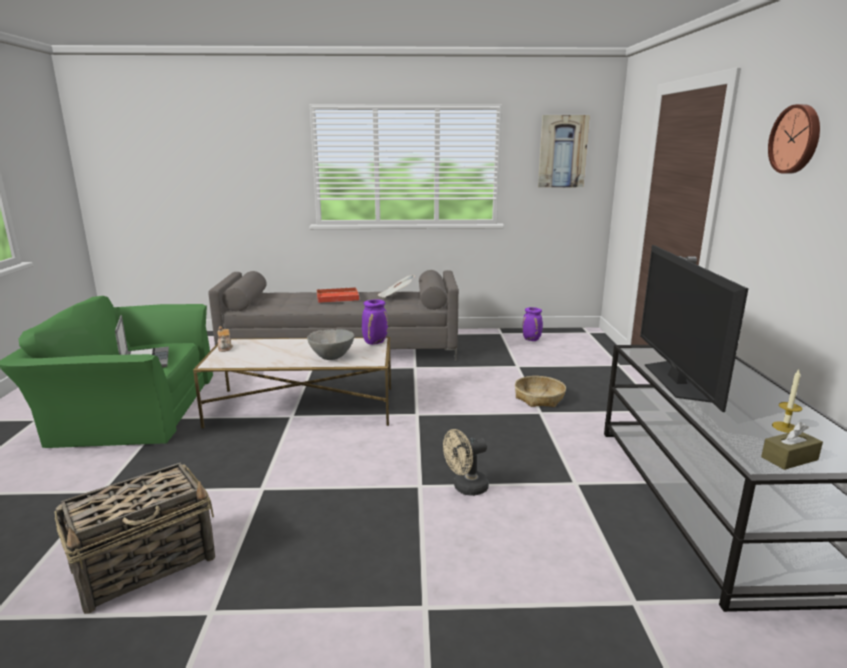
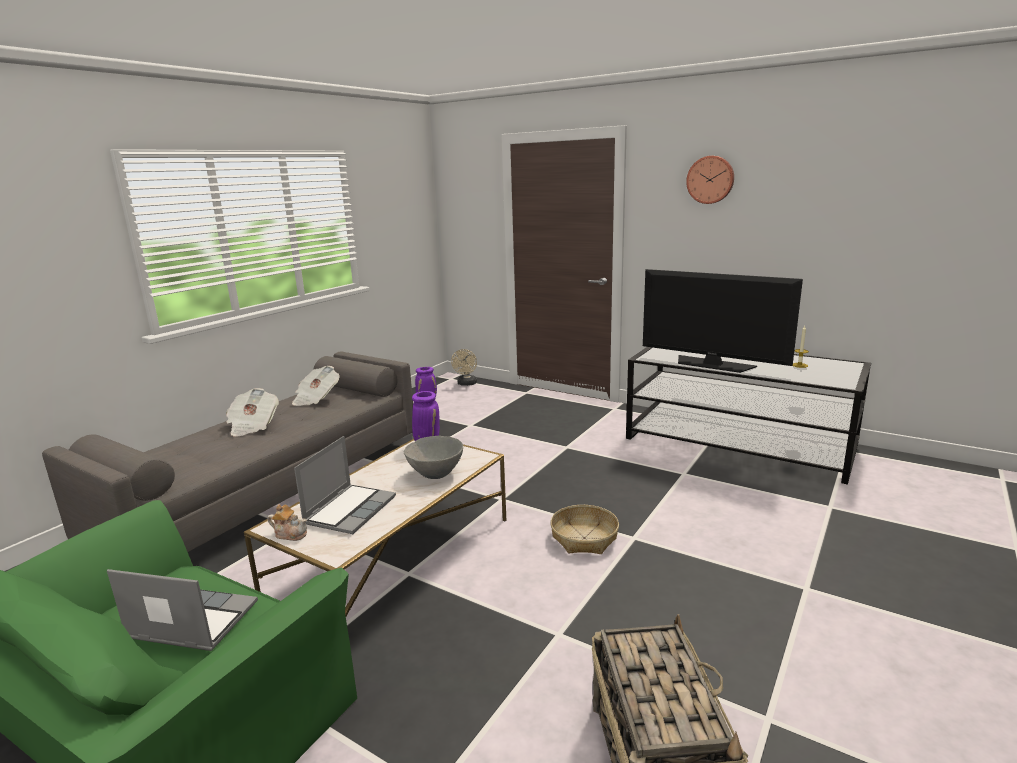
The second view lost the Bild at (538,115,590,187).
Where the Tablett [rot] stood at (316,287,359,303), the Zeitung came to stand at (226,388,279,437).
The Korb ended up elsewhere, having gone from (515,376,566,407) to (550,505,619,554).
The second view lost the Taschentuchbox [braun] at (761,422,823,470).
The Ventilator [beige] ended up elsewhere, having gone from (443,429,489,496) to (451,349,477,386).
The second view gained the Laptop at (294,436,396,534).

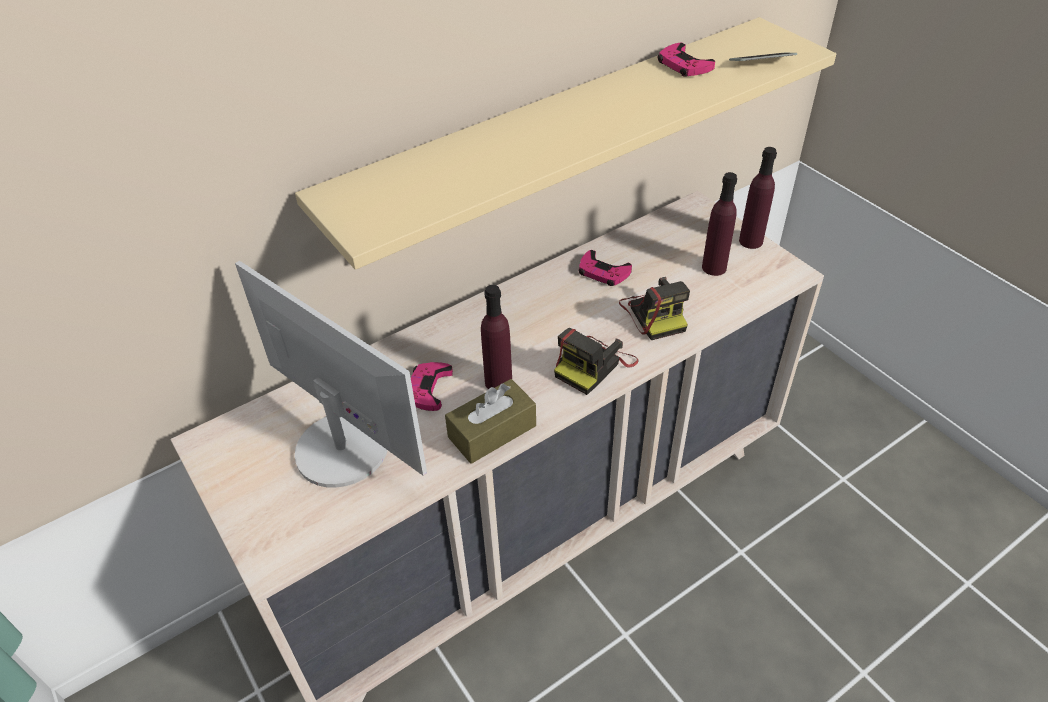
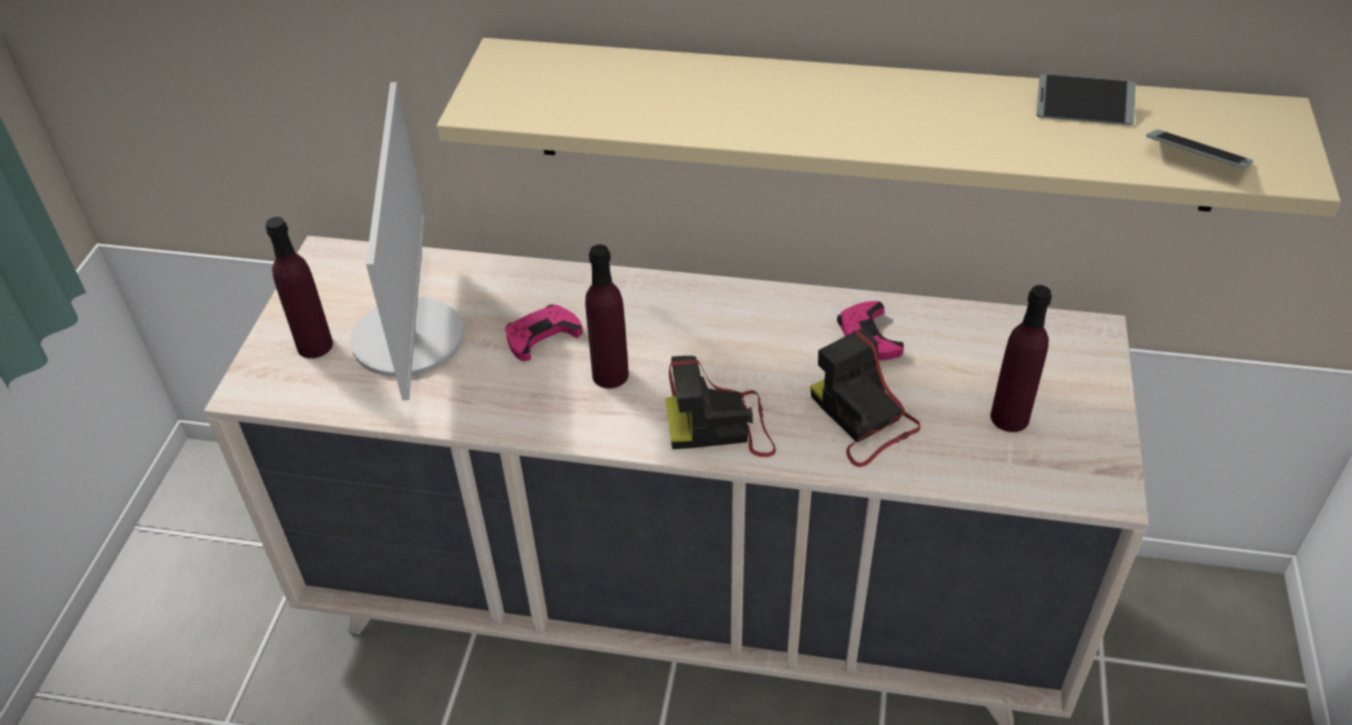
Where the Gamepad [rosa] stood at (658,43,715,77), the Handy came to stand at (1036,74,1136,125).
The Flasche [lila] ended up elsewhere, having gone from (739,147,777,249) to (266,217,333,358).
The Kamera at (619,277,690,340) ended up facing another way, 120 degrees clockwise from before.
The second view lost the Taschentuchbox [braun] at (445,379,536,464).

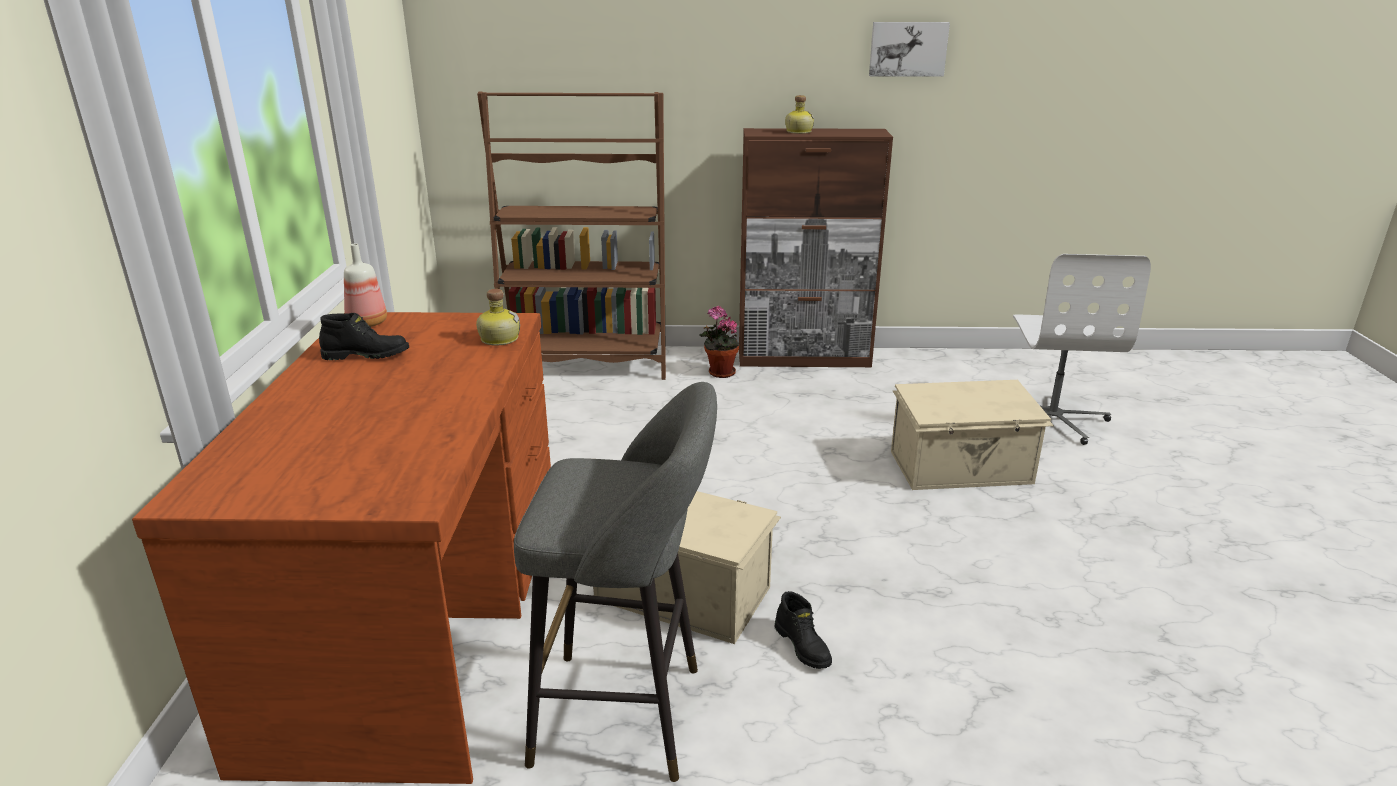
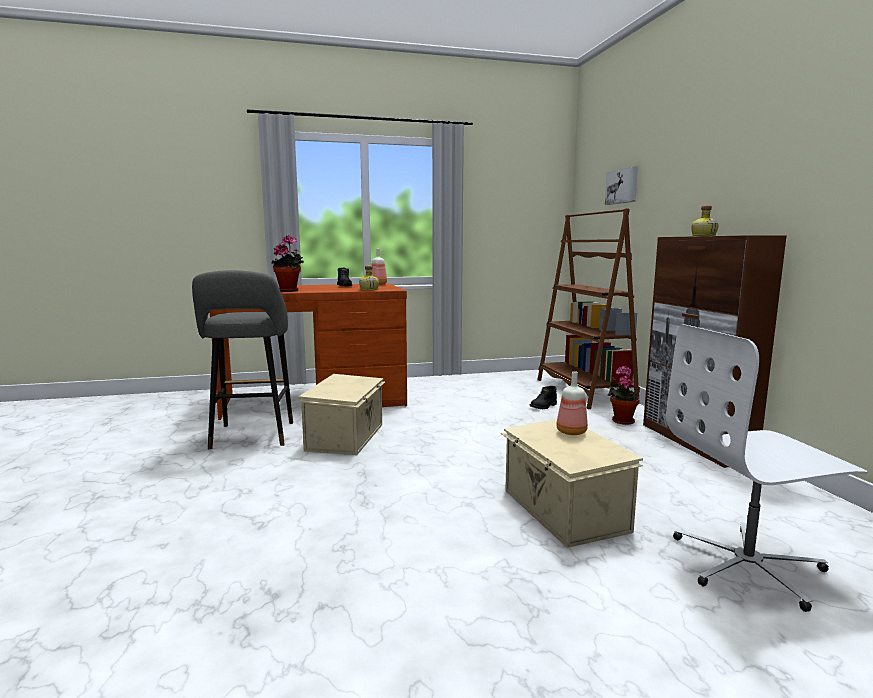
The Bild ended up elsewhere, having gone from (869,22,950,77) to (605,167,638,205).
The Stiefel [schwarz] ended up elsewhere, having gone from (774,591,832,669) to (529,386,557,409).
The second view gained the Topfpflanze at (271,235,304,292).
The second view gained the Flasche at (556,371,588,435).

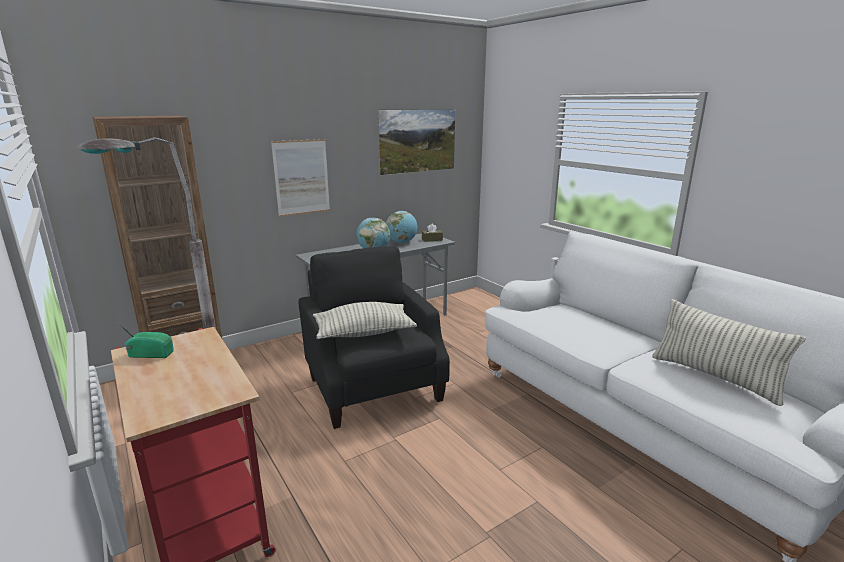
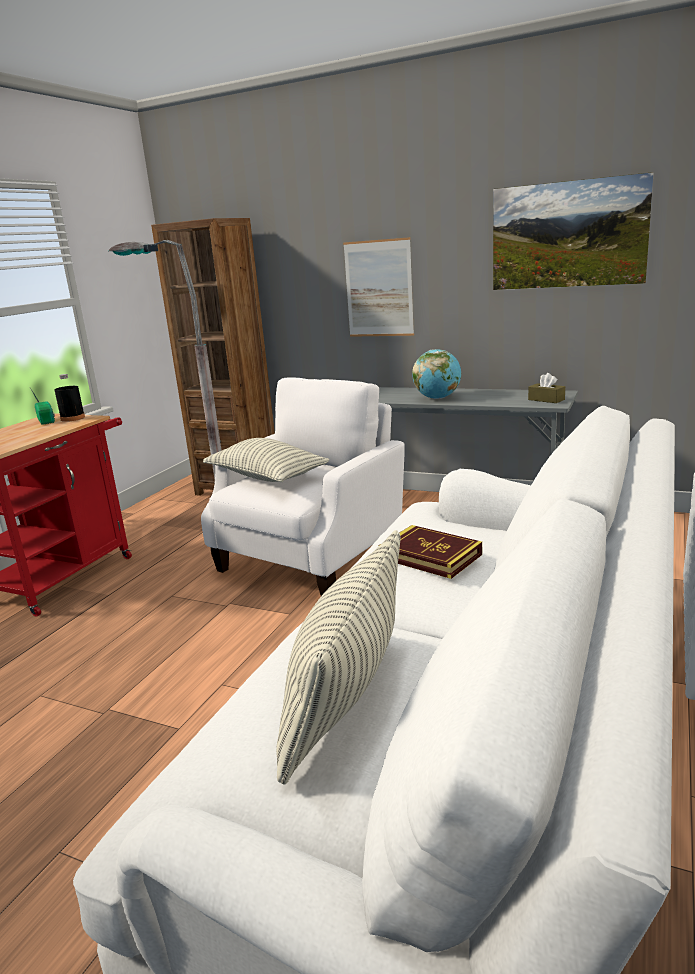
The second view lost the Globus at (386,211,417,243).
What was the Sessel [schwarz] at (298,246,450,429) turned into the Sessel [weiß] at (201,378,405,596).
The second view gained the Flasche [schwarz] at (54,374,85,422).
The second view gained the Buch at (379,525,482,579).

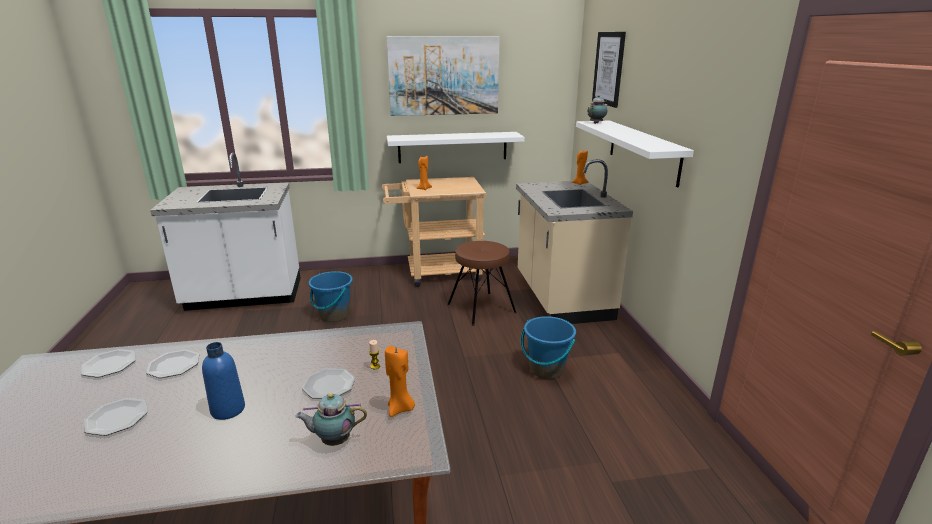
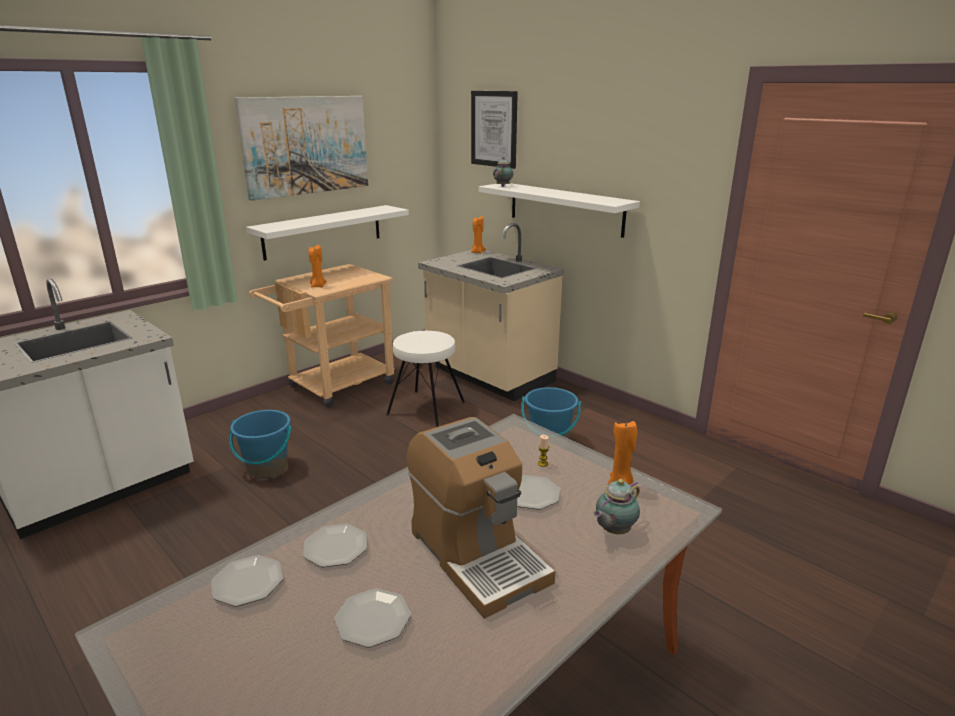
What was the Hocker [braun] at (448,241,517,326) turned into the Hocker [weiß] at (386,331,465,427).
Where the Flasche [blau] stood at (202,342,245,420), the Kaffeemaschine came to stand at (407,417,555,619).

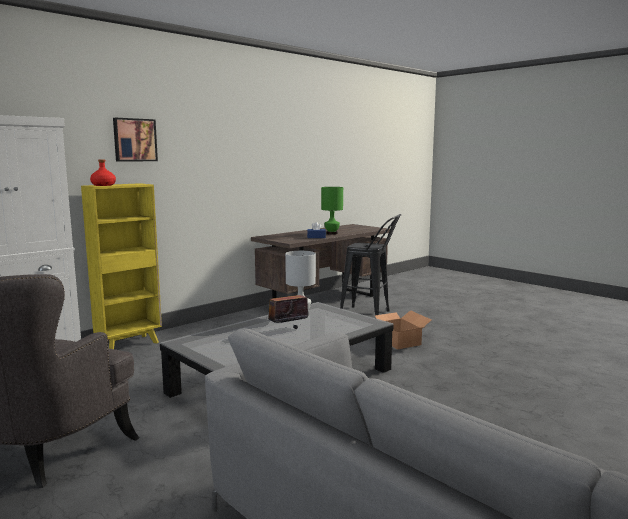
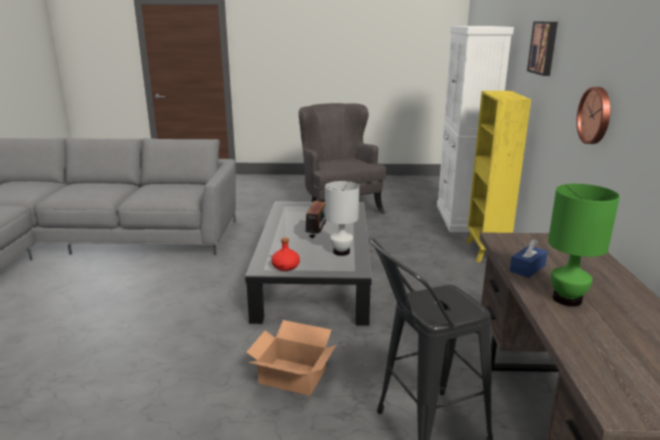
The Flasche [rot] ended up elsewhere, having gone from (90,159,116,186) to (271,238,300,271).
The second view gained the Wanduhr at (577,87,610,144).

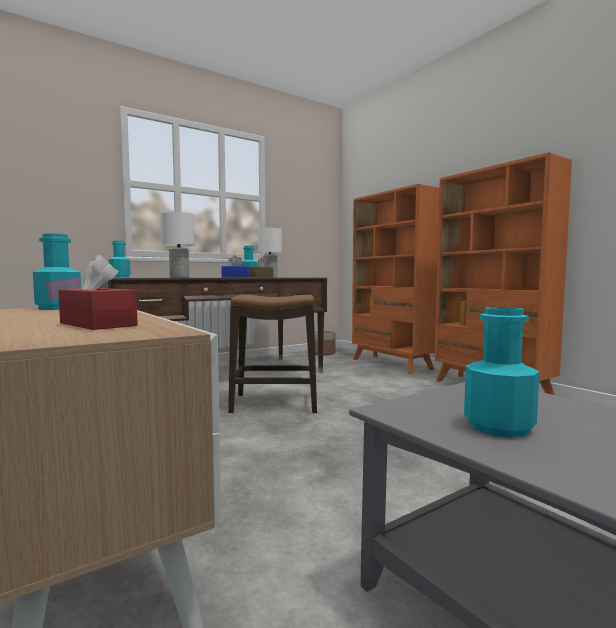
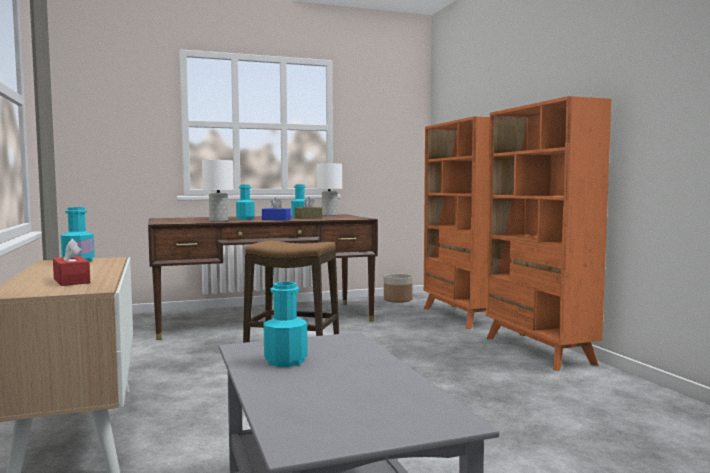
The Flasche [türkis] ended up elsewhere, having gone from (109,241,131,278) to (236,185,255,219).

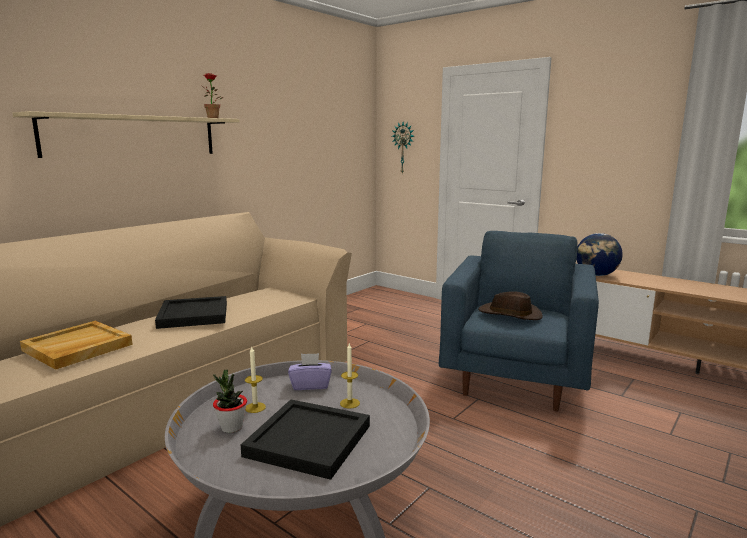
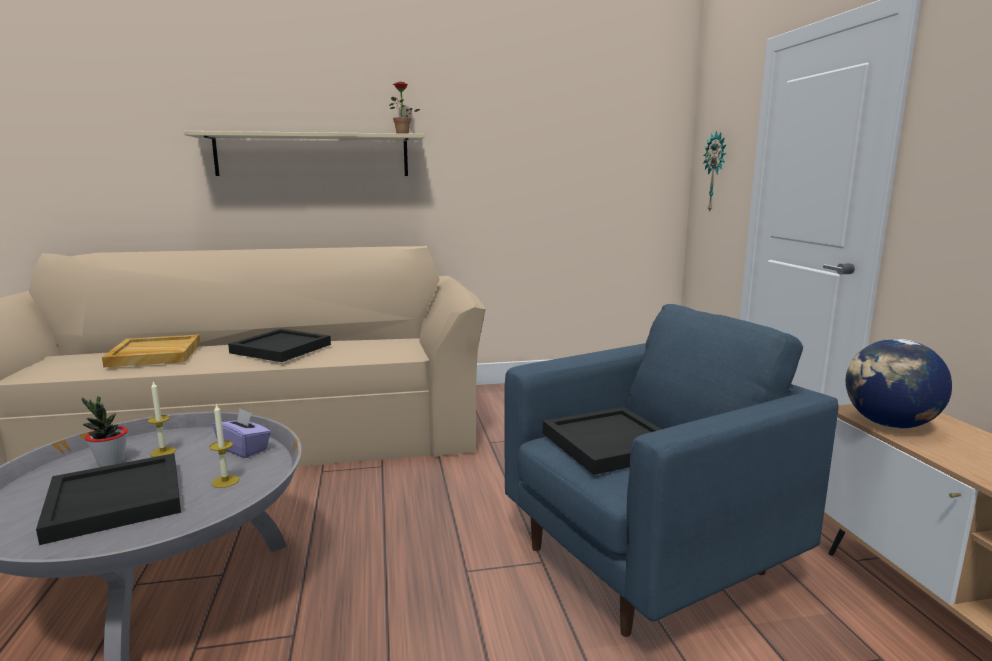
Where the Hut [braun] stood at (478,291,543,320), the Tablett [schwarz] came to stand at (543,407,662,475).

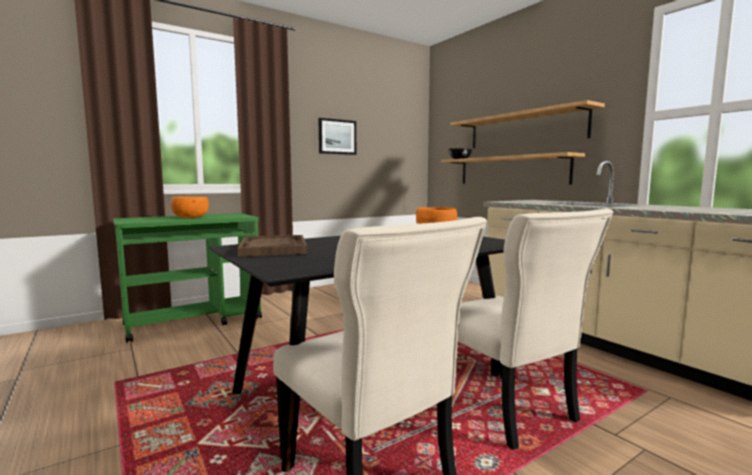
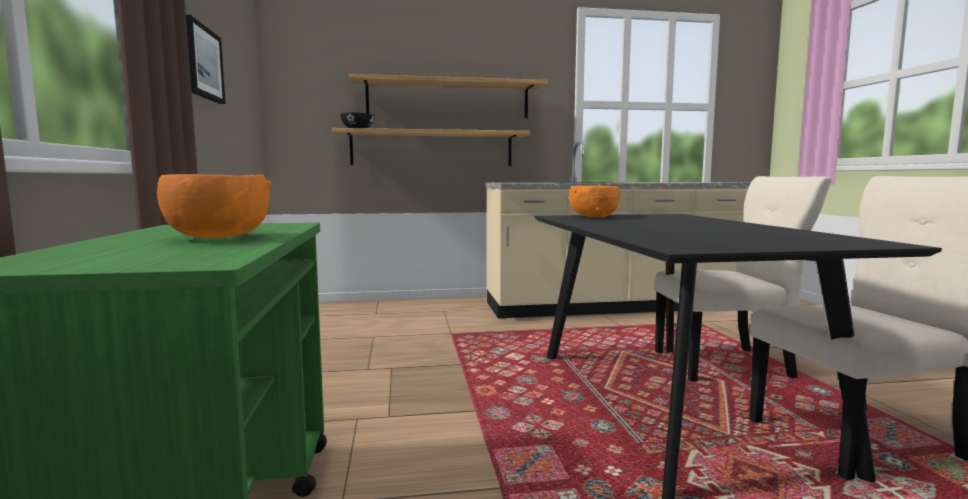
The second view lost the Tablett [braun] at (238,235,308,257).

